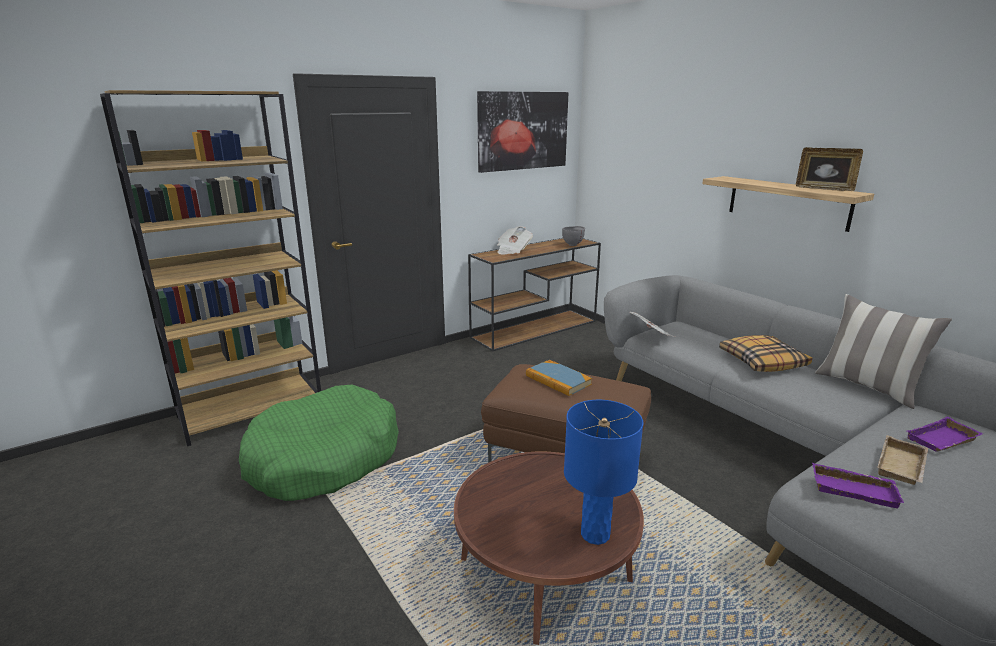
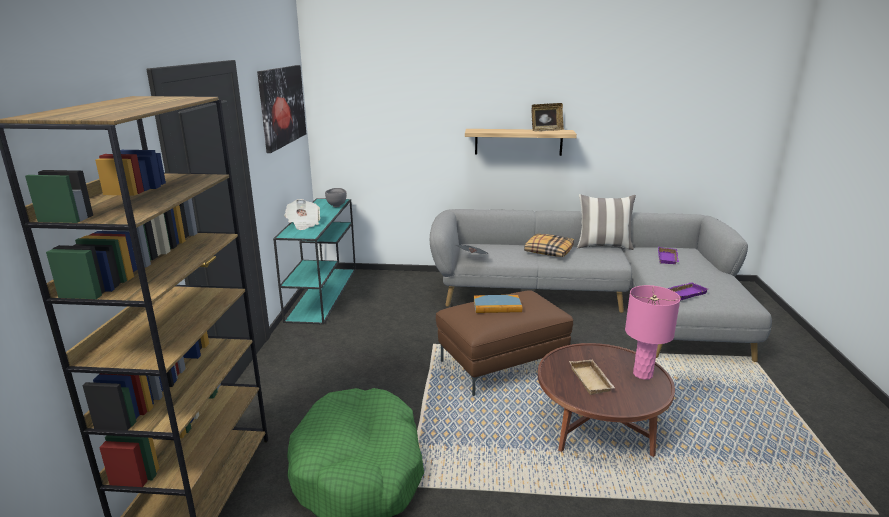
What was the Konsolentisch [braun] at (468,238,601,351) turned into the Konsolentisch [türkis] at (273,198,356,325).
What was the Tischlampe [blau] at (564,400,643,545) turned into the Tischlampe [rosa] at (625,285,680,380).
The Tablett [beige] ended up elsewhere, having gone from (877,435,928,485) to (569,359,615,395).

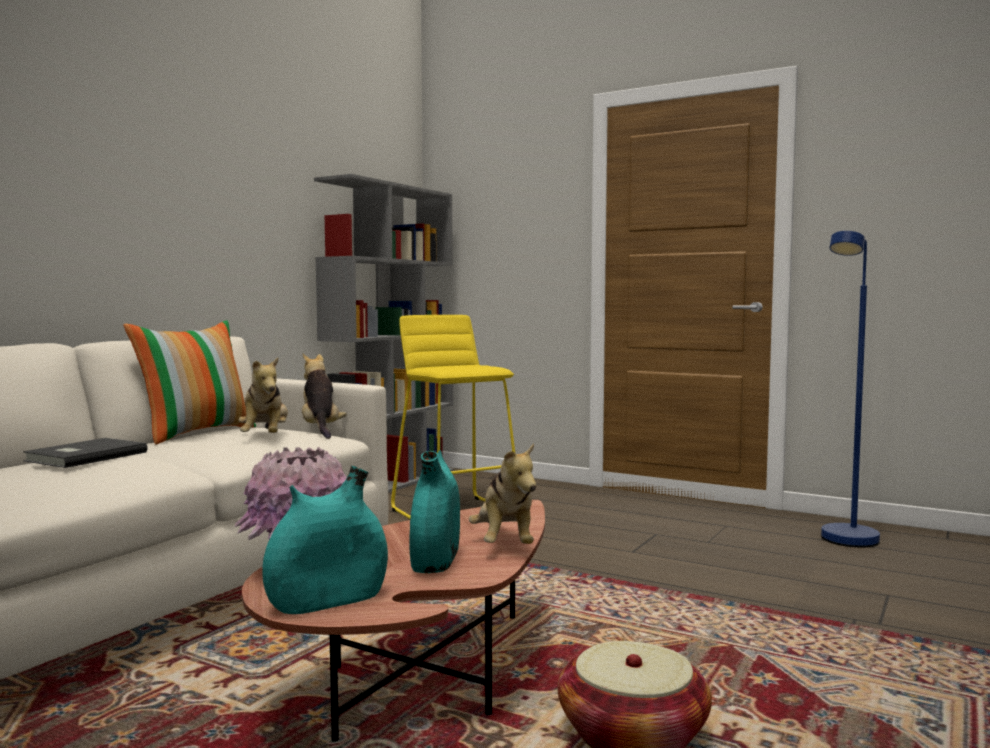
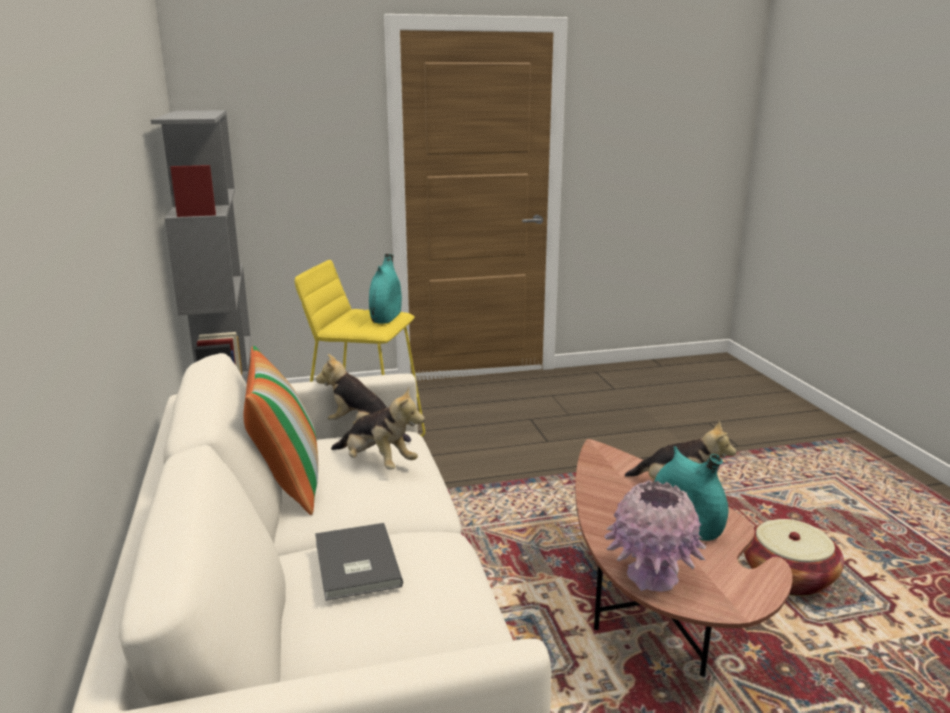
The second view lost the Stehlampe [blau] at (821,231,880,548).
The Vase [türkis] ended up elsewhere, having gone from (262,466,388,614) to (369,254,402,324).

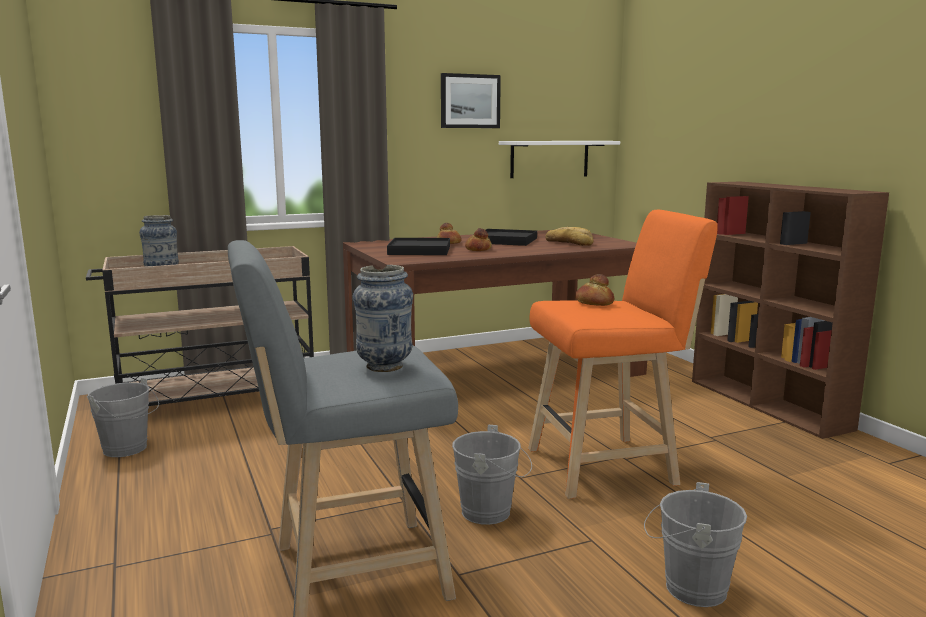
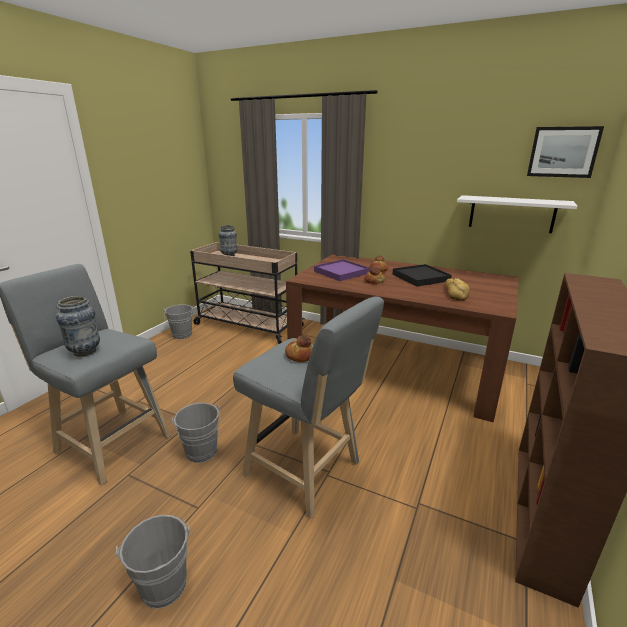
The Bild ended up elsewhere, having gone from (441,73,501,128) to (527,126,604,178).
What was the Hocker [orange] at (528,210,718,499) turned into the Hocker [grau] at (233,296,384,518).
What was the Tablett [schwarz] at (387,238,450,255) turned into the Tablett [lila] at (314,259,370,281).

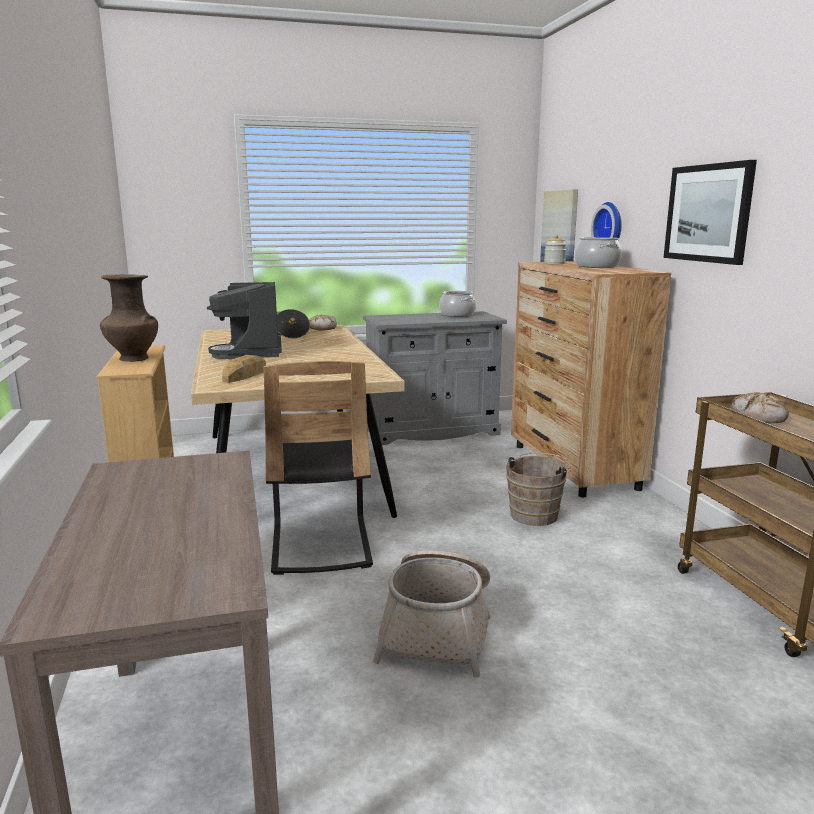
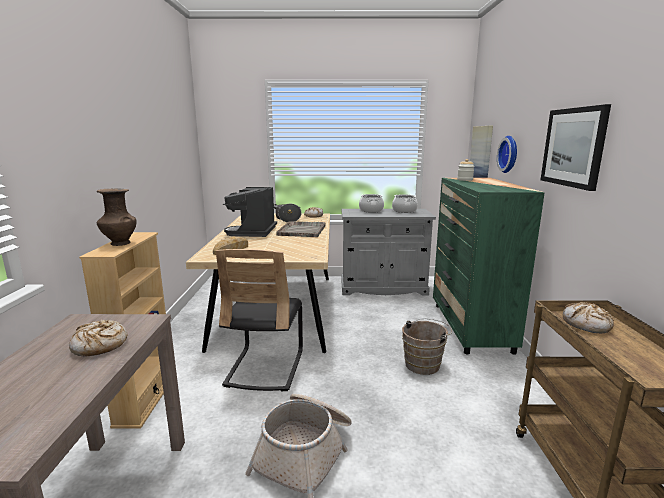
The Kochtopf ended up elsewhere, having gone from (574,237,622,268) to (359,194,384,213).
What was the Kommode [braun] at (511,261,671,498) turned into the Kommode [grün] at (433,178,545,355).
The second view gained the Tablett [grau] at (276,222,326,237).
The second view gained the Brot at (69,320,127,356).

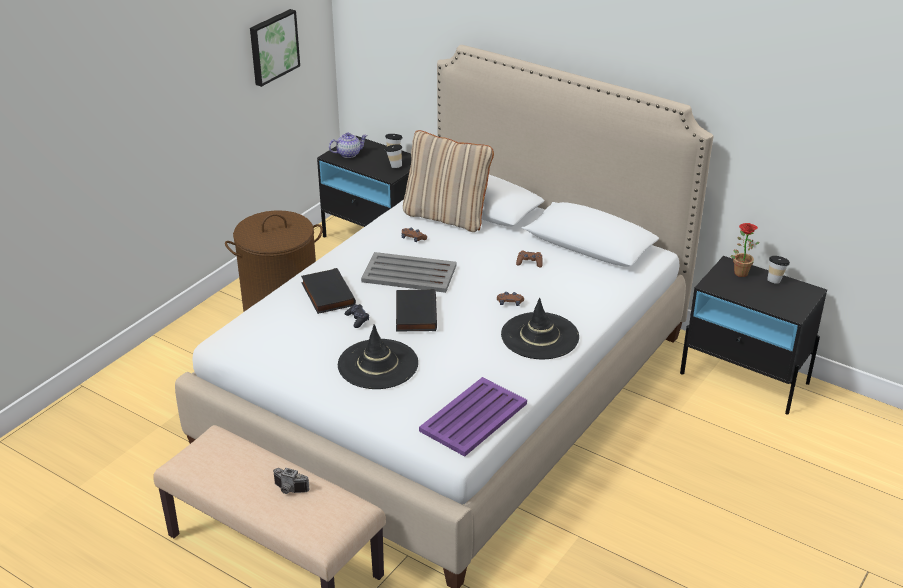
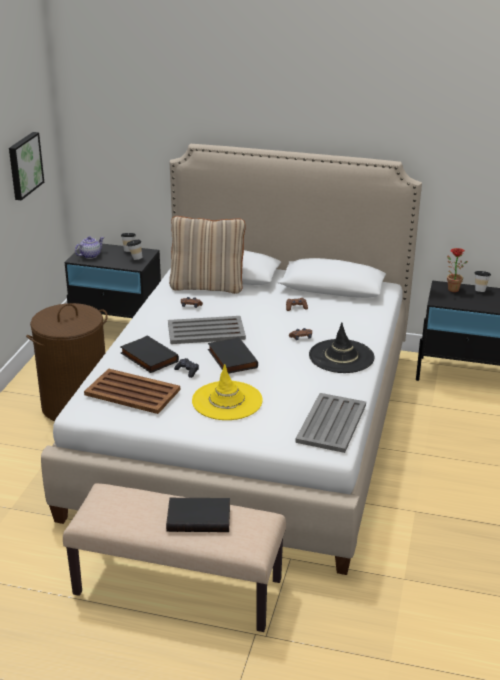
What was the Hut [schwarz] at (338,324,418,389) turned into the Hut [gelb] at (192,364,263,420).
What was the Tablett [lila] at (419,377,527,457) turned into the Tablett [grau] at (295,393,366,453).
Where the Kamera stood at (273,468,310,494), the Buch [schwarz] came to stand at (166,498,230,532).
The second view gained the Tablett [braun] at (84,369,180,414).

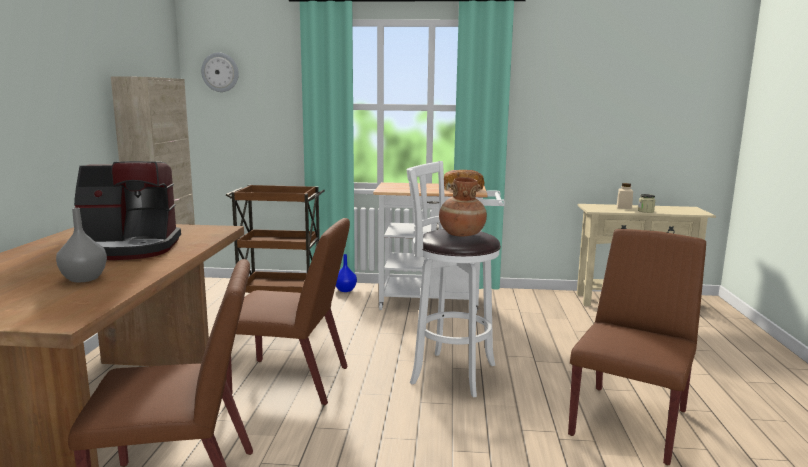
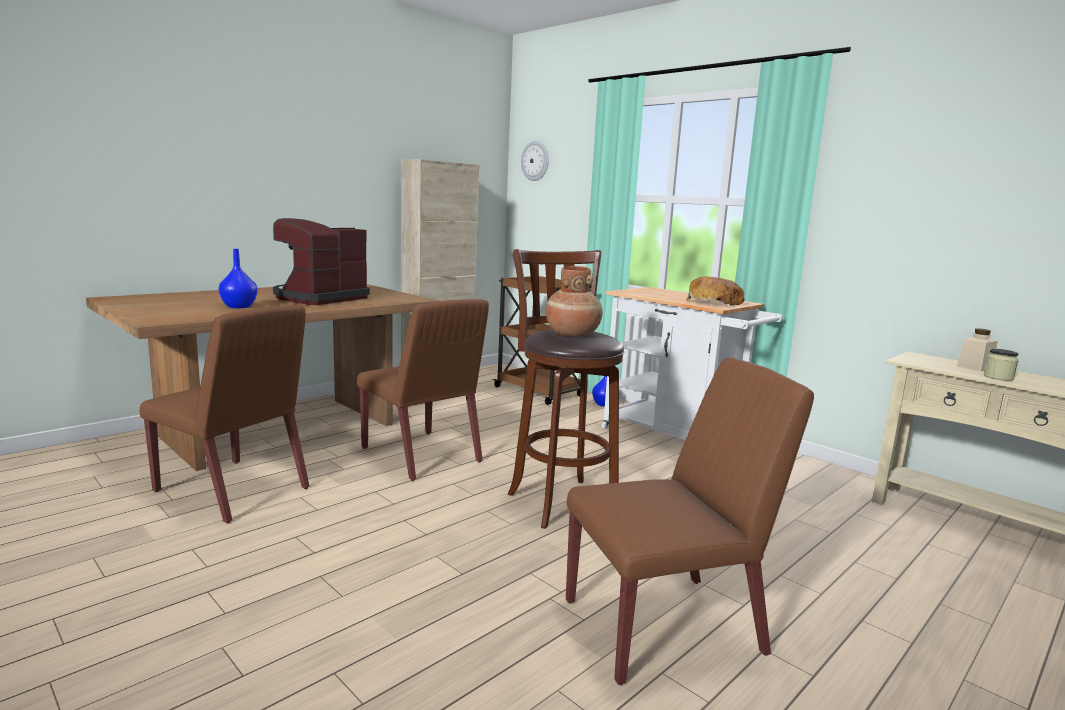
The Kaffeemaschine at (74,161,181,260) ended up facing another way, 90 degrees clockwise from before.
What was the Hocker [weiß] at (407,161,501,397) turned into the Hocker [braun] at (508,249,624,529).
What was the Vase [grau] at (56,208,107,282) turned into the Vase [blau] at (218,249,257,308).

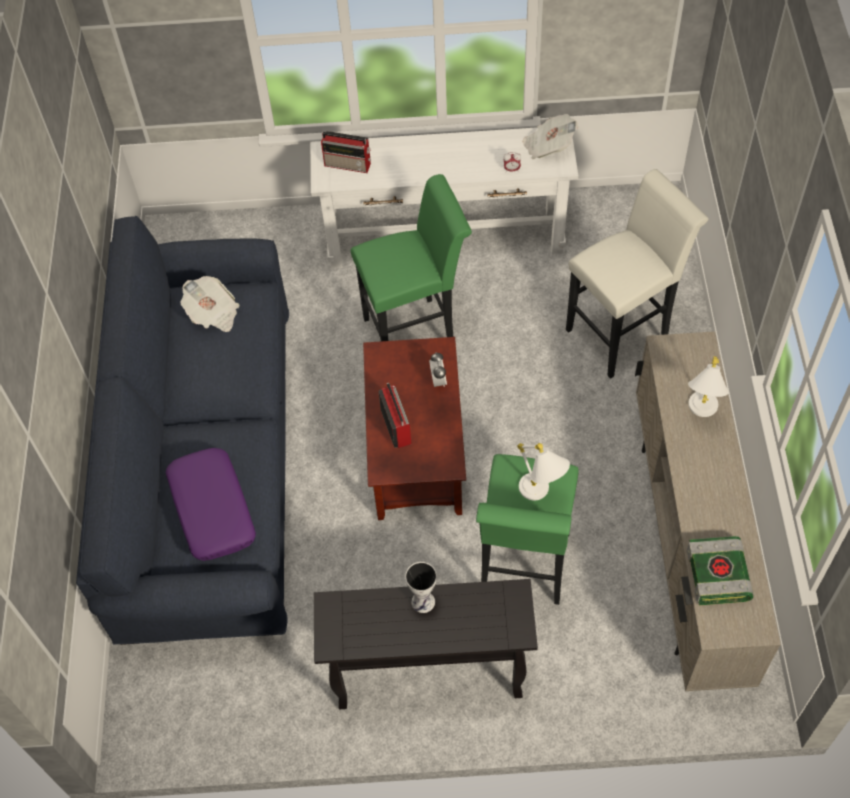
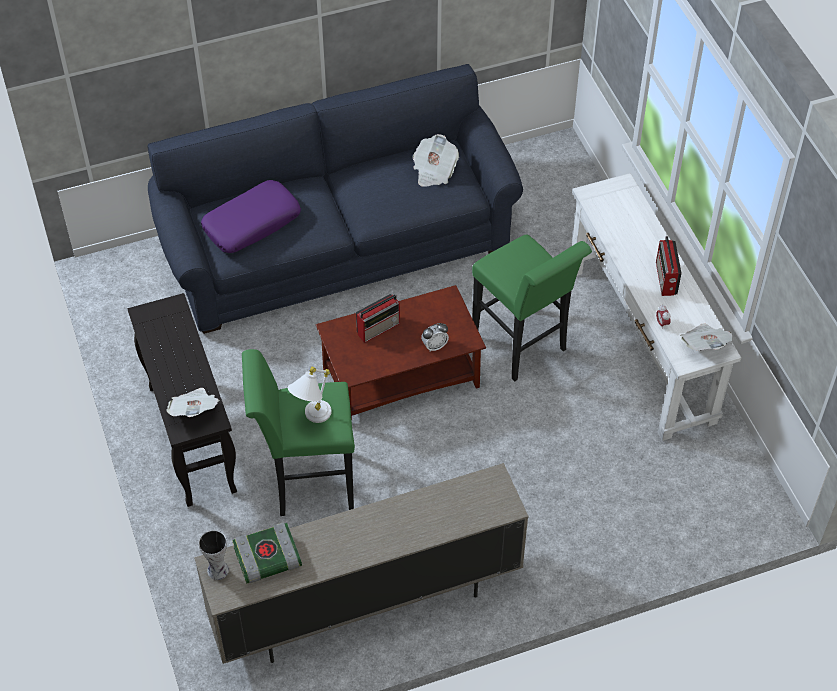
The Radio ended up elsewhere, having gone from (321,131,371,173) to (656,236,682,296).
The second view lost the Hocker [weiß] at (566,169,708,379).
The second view lost the Tischlampe [weiß] at (688,356,729,417).
The Vase ended up elsewhere, having gone from (405,562,437,613) to (199,530,229,580).
The second view gained the Zeitung at (166,388,220,417).

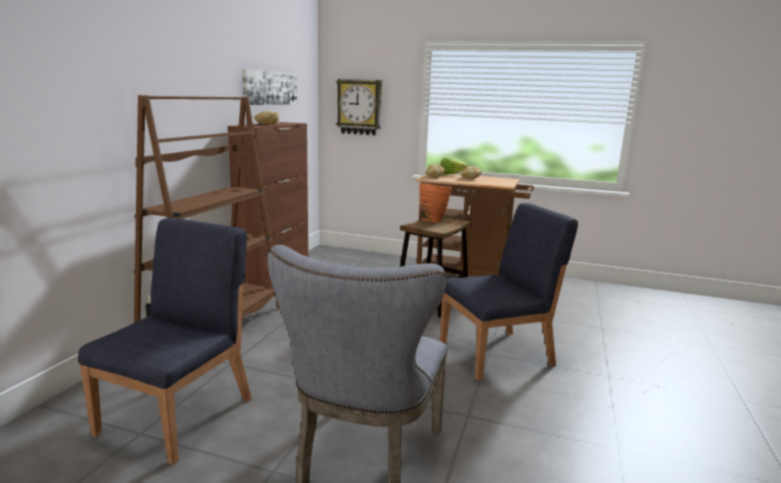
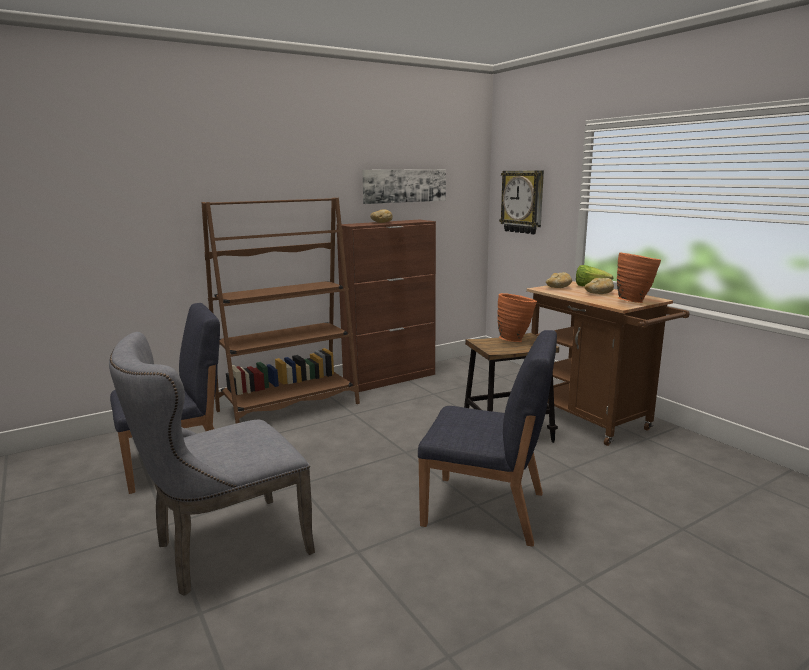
The second view gained the Vase [orange] at (617,253,661,303).

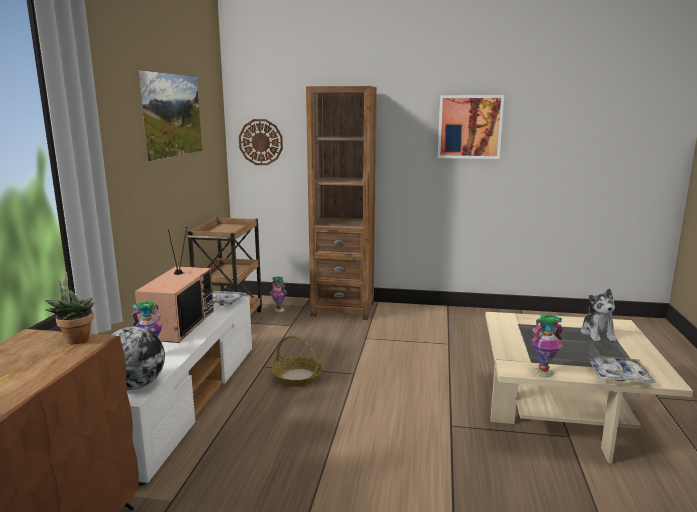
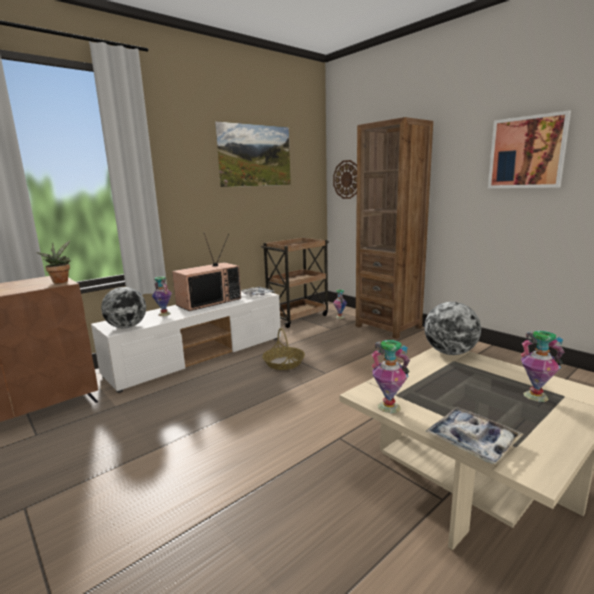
Where the Plüschtier stood at (581,288,617,341), the Vase came to stand at (521,331,565,402).
The second view gained the Globus at (424,302,481,355).

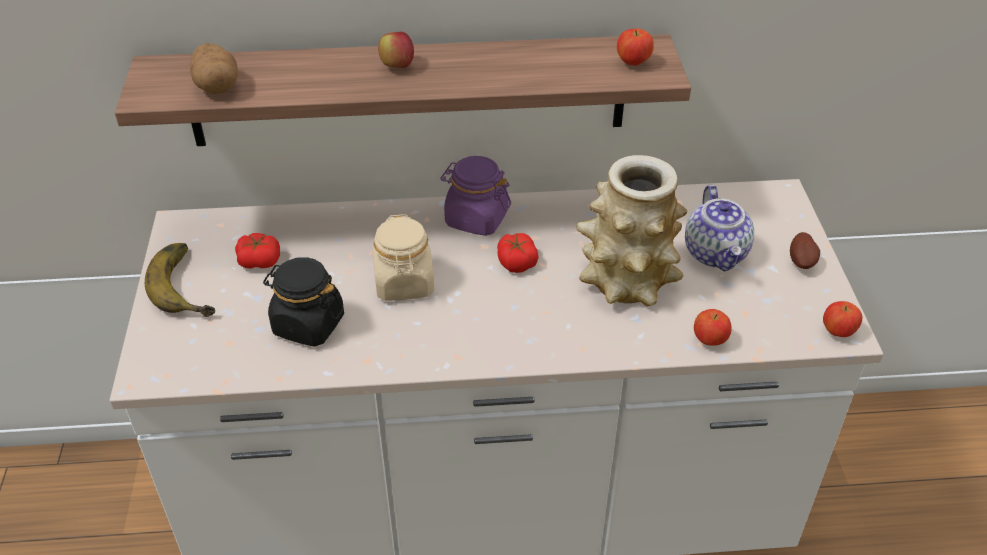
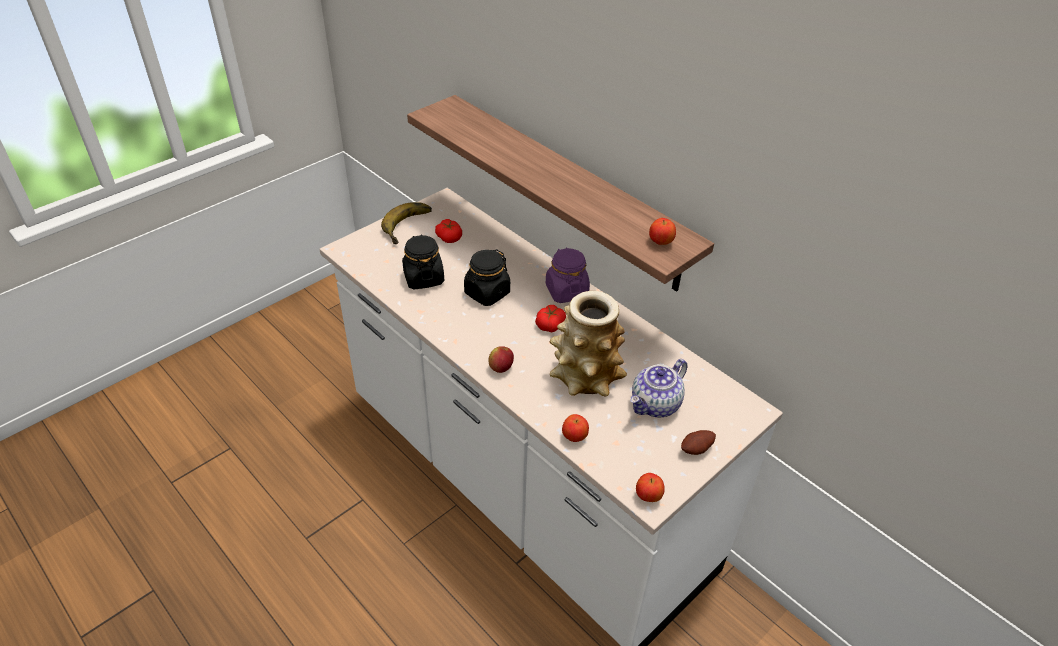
The Apfel ended up elsewhere, having gone from (378,32,414,68) to (488,346,514,373).
The second view lost the Kartoffel at (190,43,238,94).
What was the Vorratsglas [beige] at (373,214,434,301) turned into the Vorratsglas [schwarz] at (464,249,510,306).

